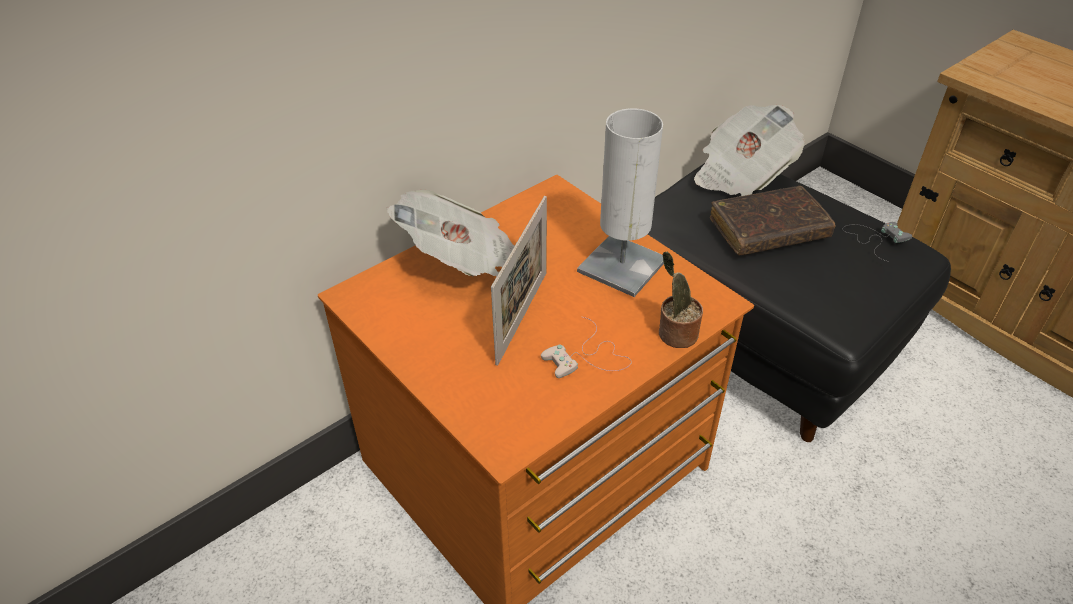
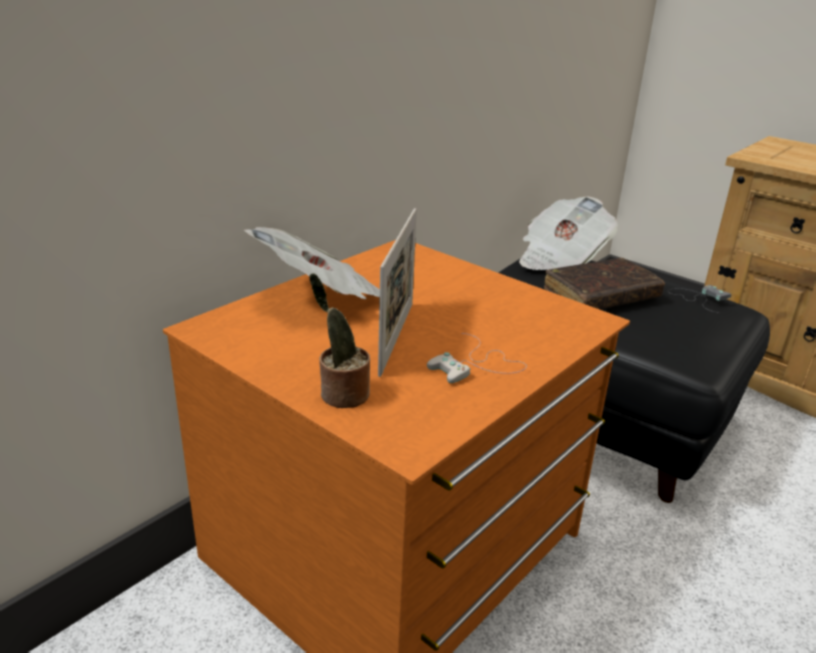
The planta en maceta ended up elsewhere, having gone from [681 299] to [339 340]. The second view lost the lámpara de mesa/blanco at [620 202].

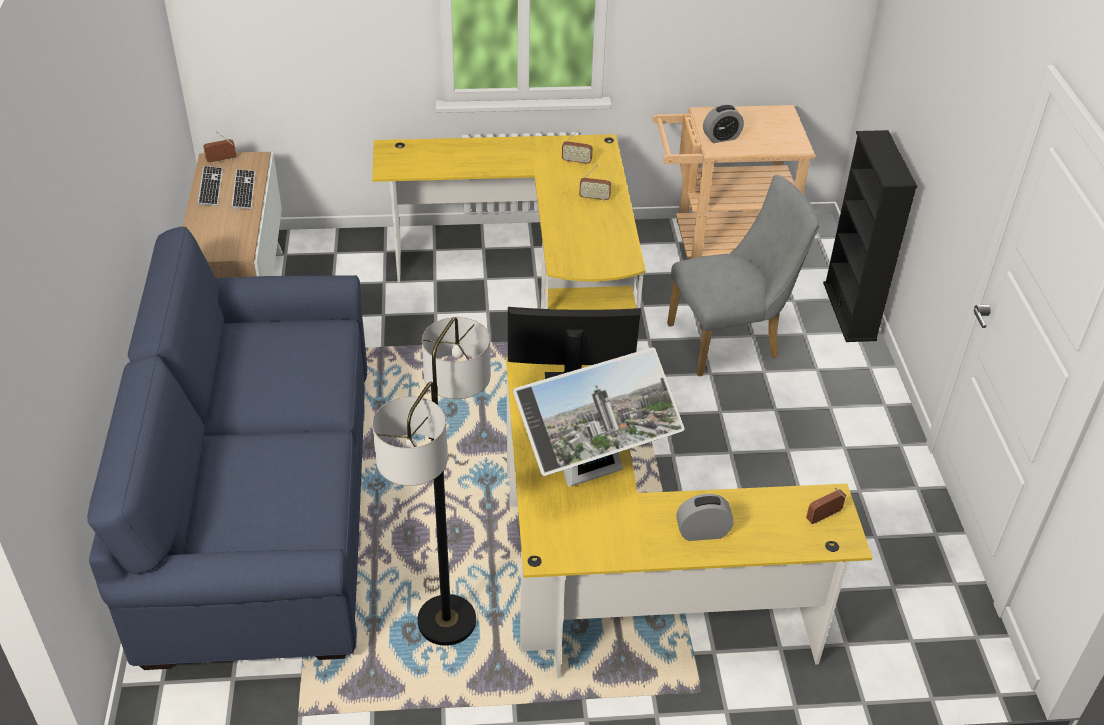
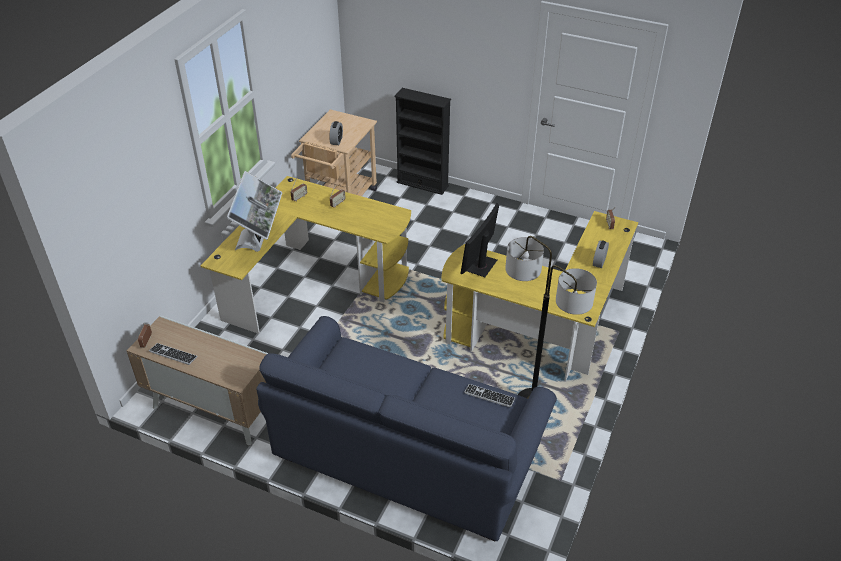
The monitor ended up elsewhere, having gone from [599 417] to [254 211]. The teclado ended up elsewhere, having gone from [243 189] to [489 395]. The second view lost the silla/gris at [743 275].

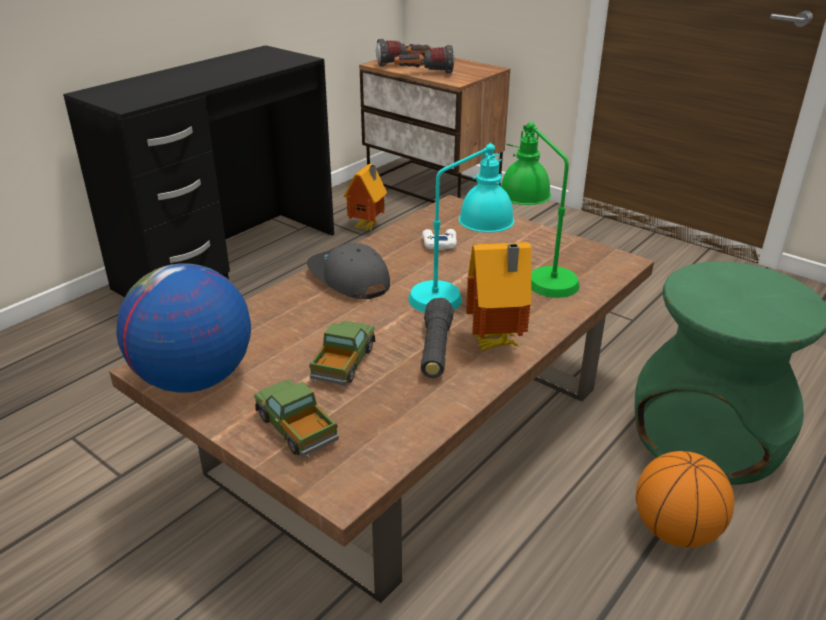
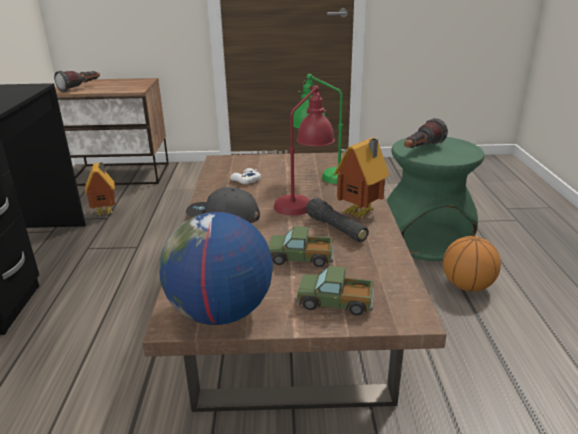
The camión de juguete at [342 353] ended up facing another way, 60 degrees counterclockwise from before. What was the lámpara de mesa/turquesa at [461 227] turned into the lámpara de mesa/rojo at [304 150]. The linterna ended up elsewhere, having gone from [424 59] to [426 133].

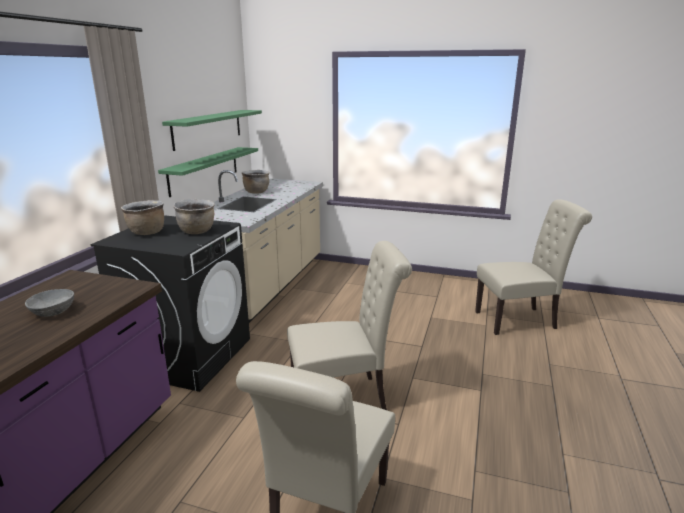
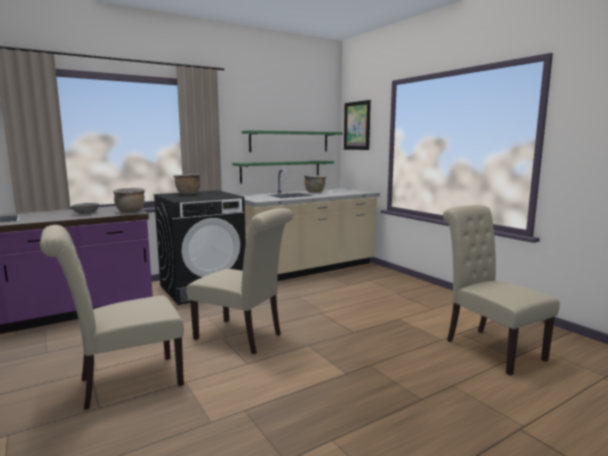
The olla/marrón ended up elsewhere, having gone from [194 216] to [129 200]. The second view gained the cuadro at [357 125]. The silla/beis at [533 267] ended up facing another way, 150 degrees counterclockwise from before.

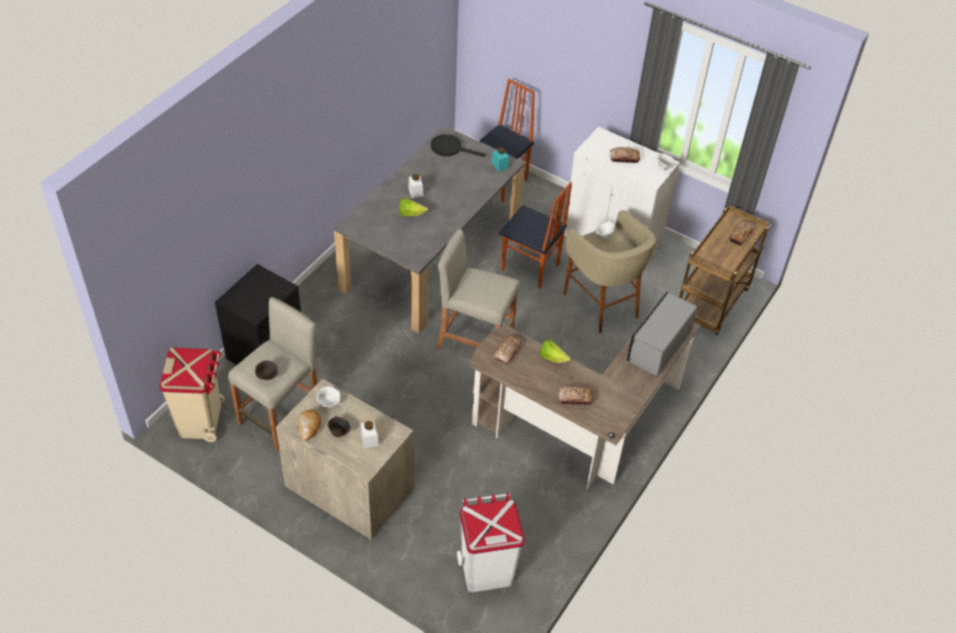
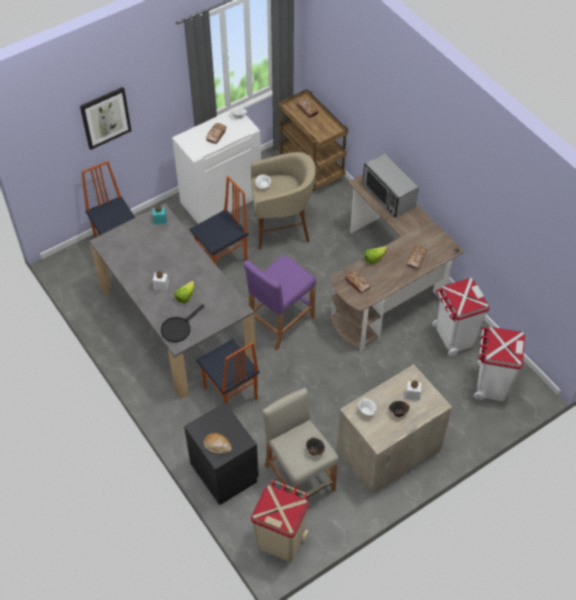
The second view gained the cuadro at [105 118]. The sartén/negro ended up elsewhere, having gone from [458 145] to [182 323]. The second view gained the silla at [228 372]. The pan ended up elsewhere, having gone from [309 425] to [218 443]. What was the taburete/beis at [477 289] turned into the taburete/morado at [280 302]. The second view gained the papelera/blanco at [460 317].

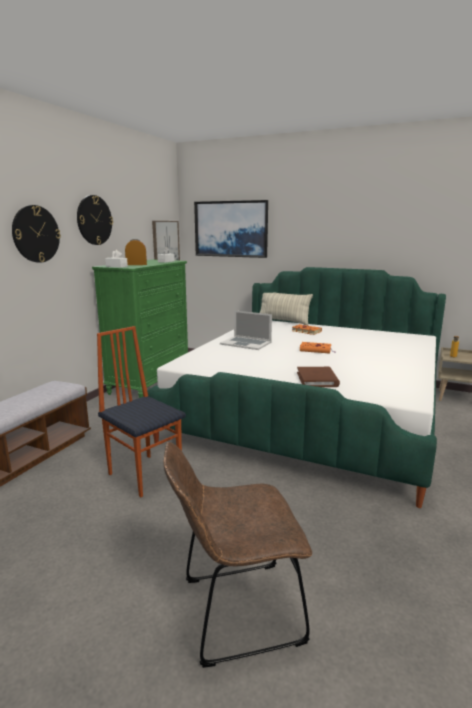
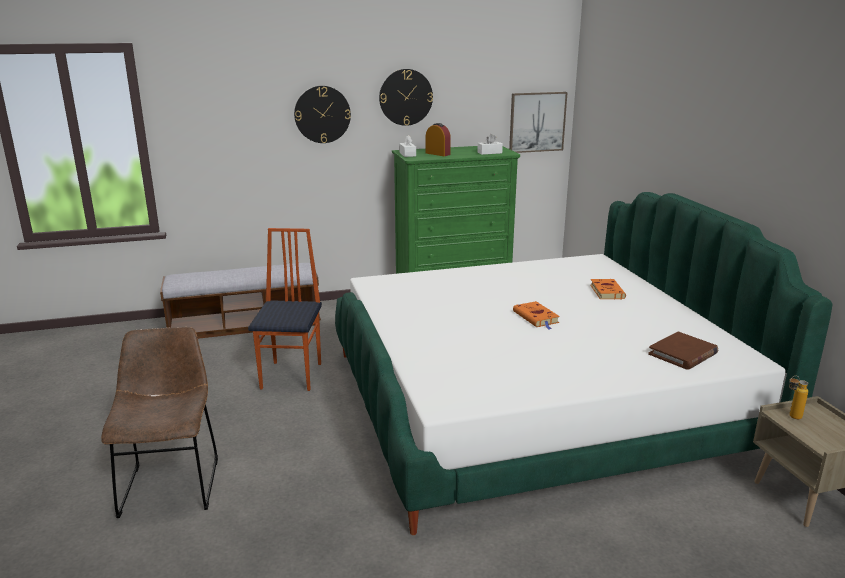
The silla/marrón at [238 555] ended up facing another way, 45 degrees clockwise from before. The libro/marrón ended up elsewhere, having gone from [318 377] to [683 351]. The second view lost the cuadro at [231 229]. The second view lost the portátil at [246 330]. The second view lost the cojín at [286 308].

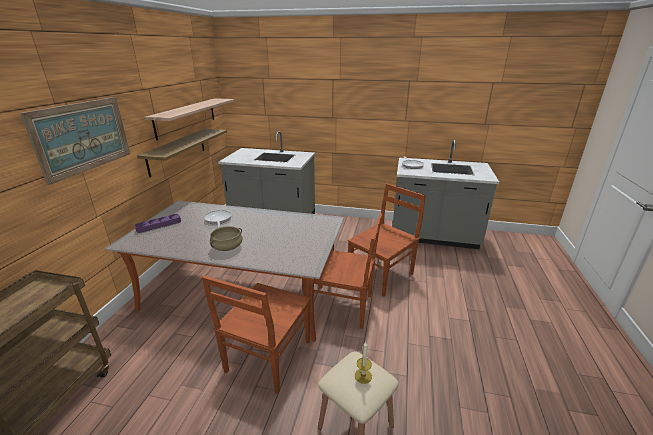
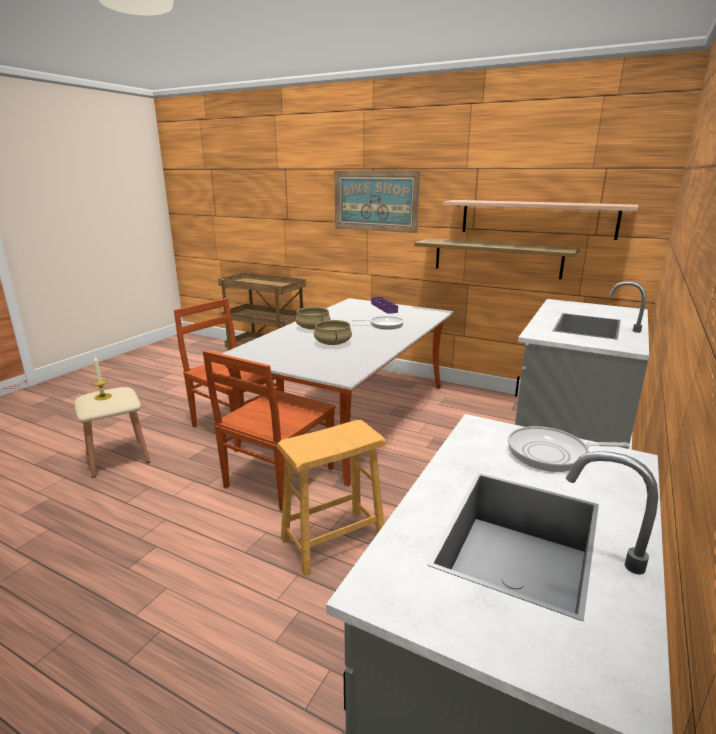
Where the silla/marrón stood at [387 240], the taburete/marrón came to stand at [331 498]. The second view gained the olla/beis at [333 332].

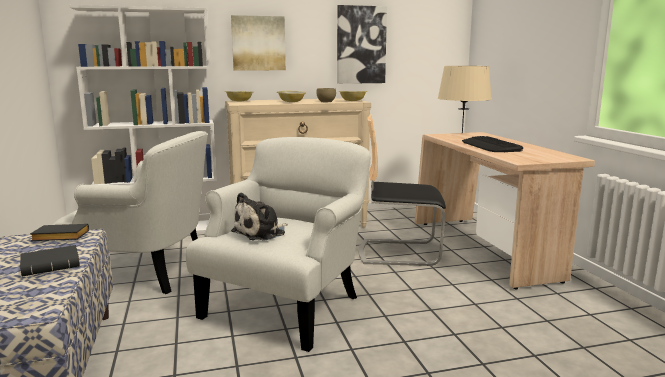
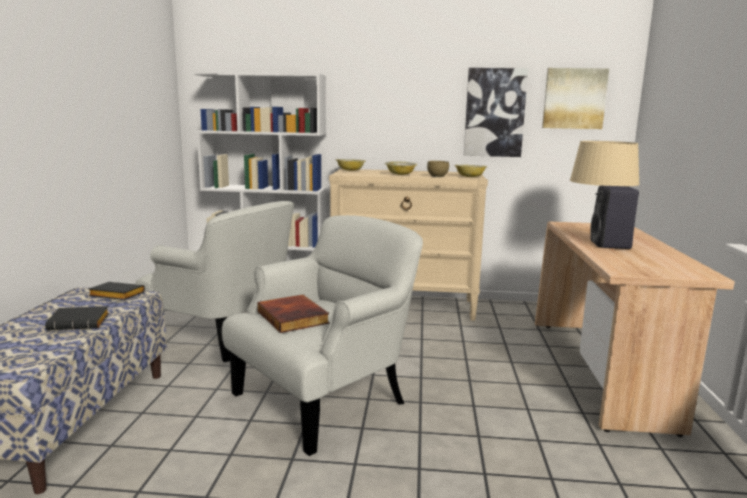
Where the peluche stood at [259 216], the libro came to stand at [293 314]. The cuadro ended up elsewhere, having gone from [258 43] to [575 98]. Where the teclado stood at [492 144], the altavoz/negro came to stand at [614 217]. The second view lost the silla at [402 190].

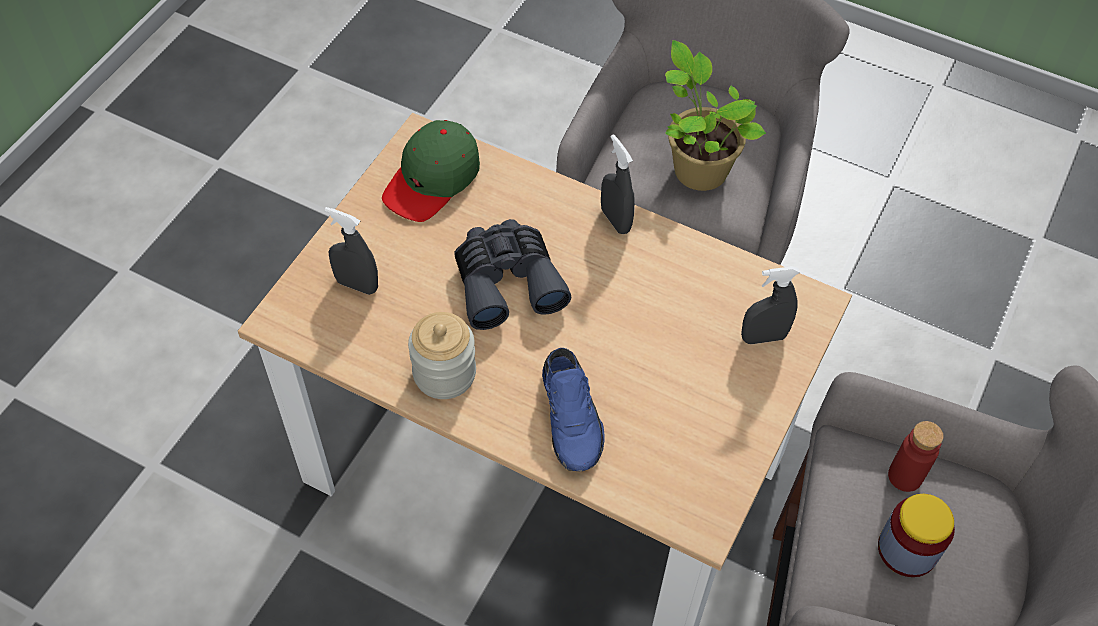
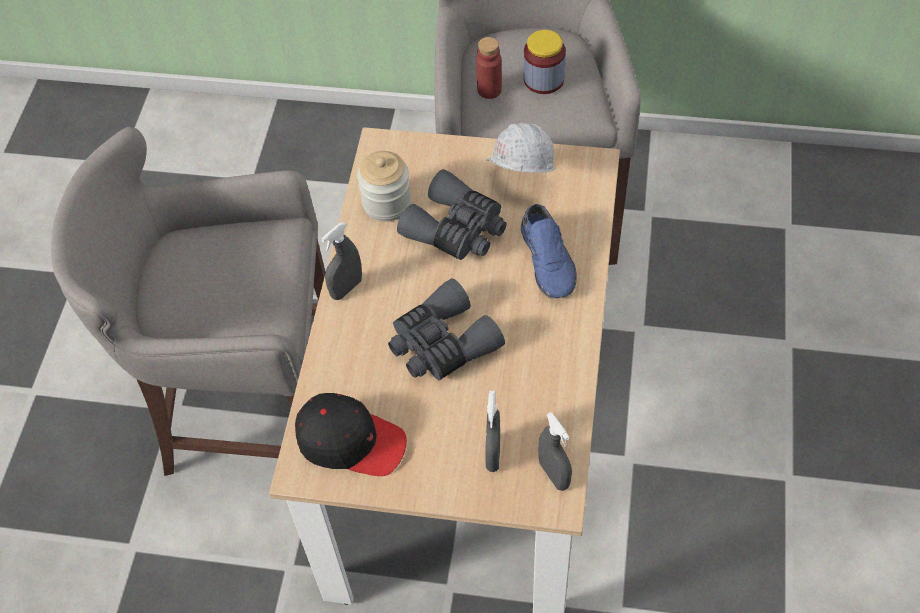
What was the gorra/verde at [431 171] turned into the gorra/negro at [351 434]. The tarro ended up elsewhere, having gone from [442 355] to [384 186]. The second view gained the prismáticos/gris at [452 214]. The second view gained the casco/blanco at [521 148]. The zapato/azul at [573 409] ended up facing another way, 105 degrees clockwise from before. The pulverizador/gris ended up elsewhere, having gone from [770 305] to [555 451]. The second view lost the planta en maceta at [715 115].

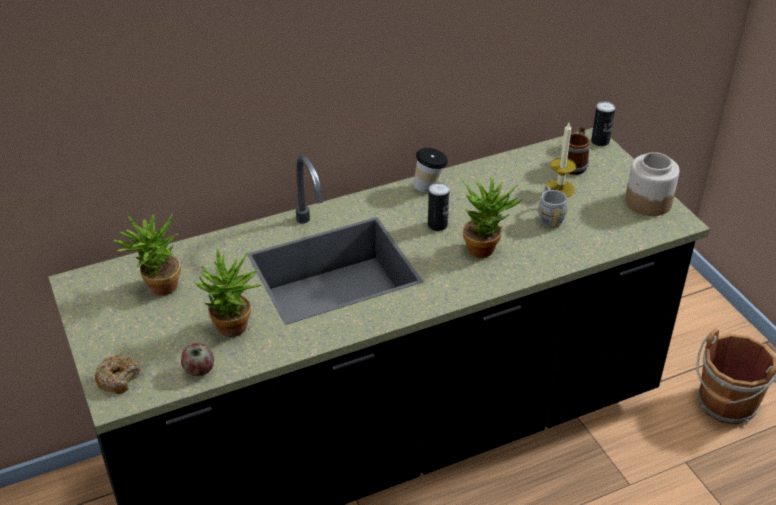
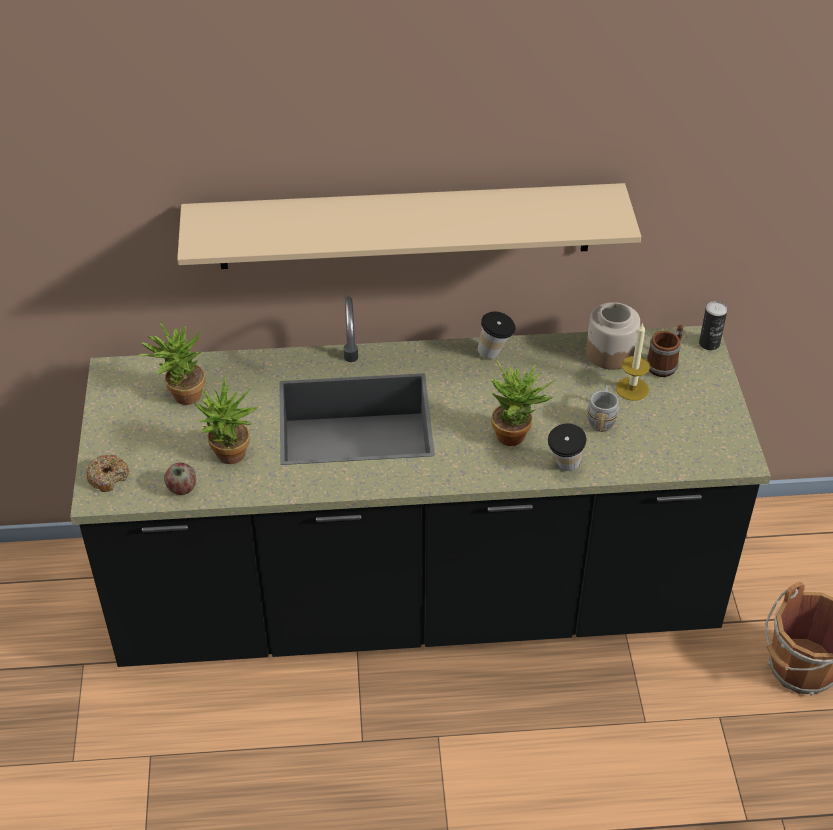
The second view gained the estante/beis at [409 226]. The second view gained the taza at [567 447]. The tarro ended up elsewhere, having gone from [652 184] to [613 336]. The second view lost the lata at [439 206].

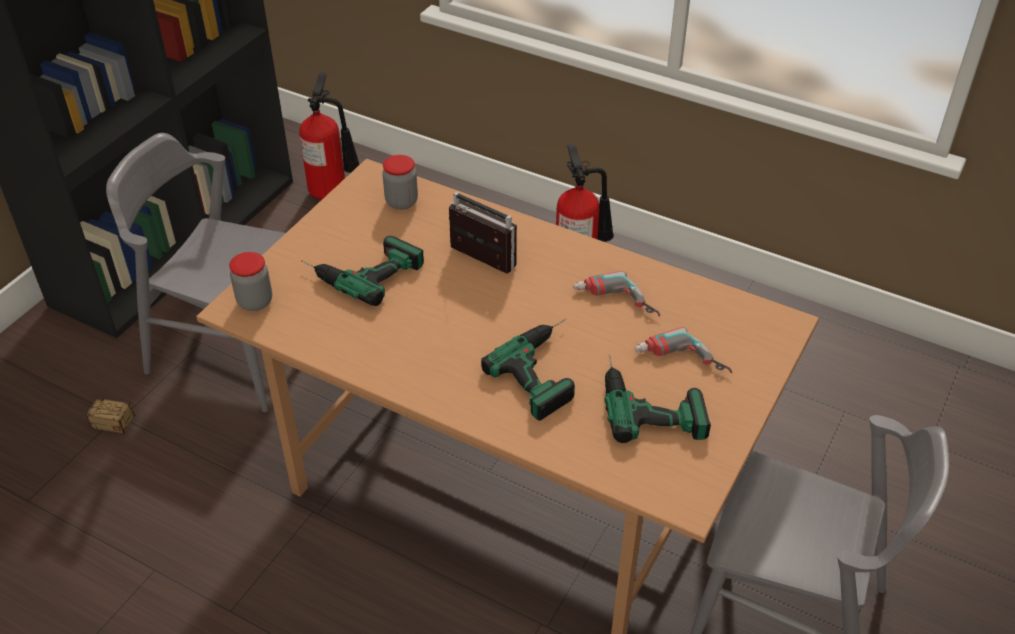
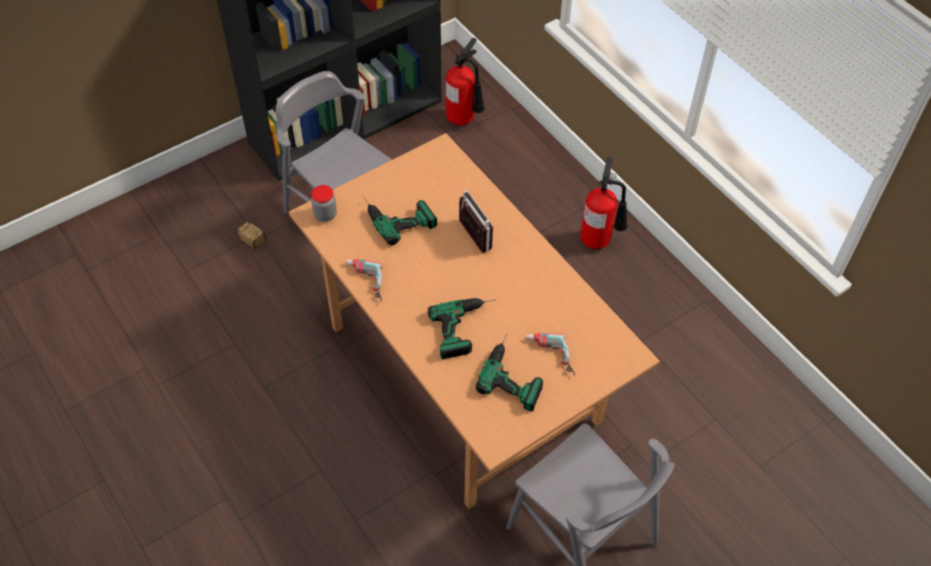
The taladro ended up elsewhere, having gone from [616 293] to [364 280]. The second view lost the tarro at [400 182].

